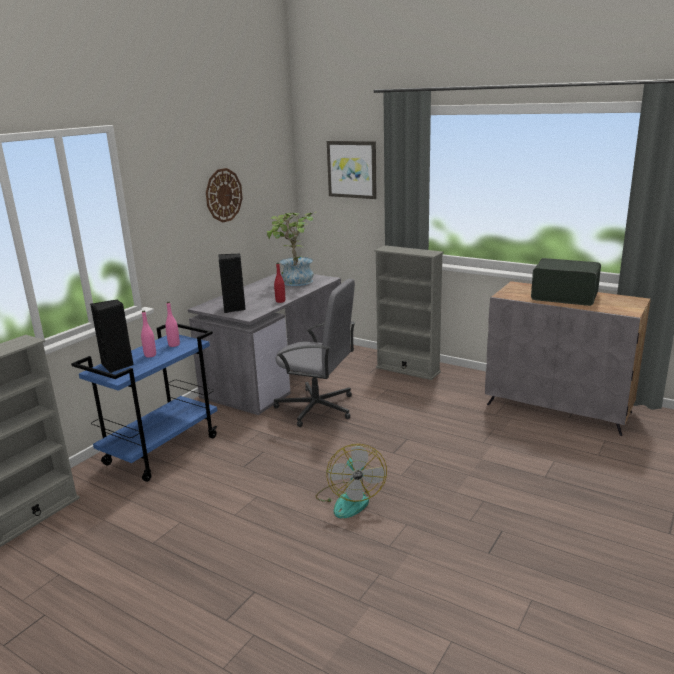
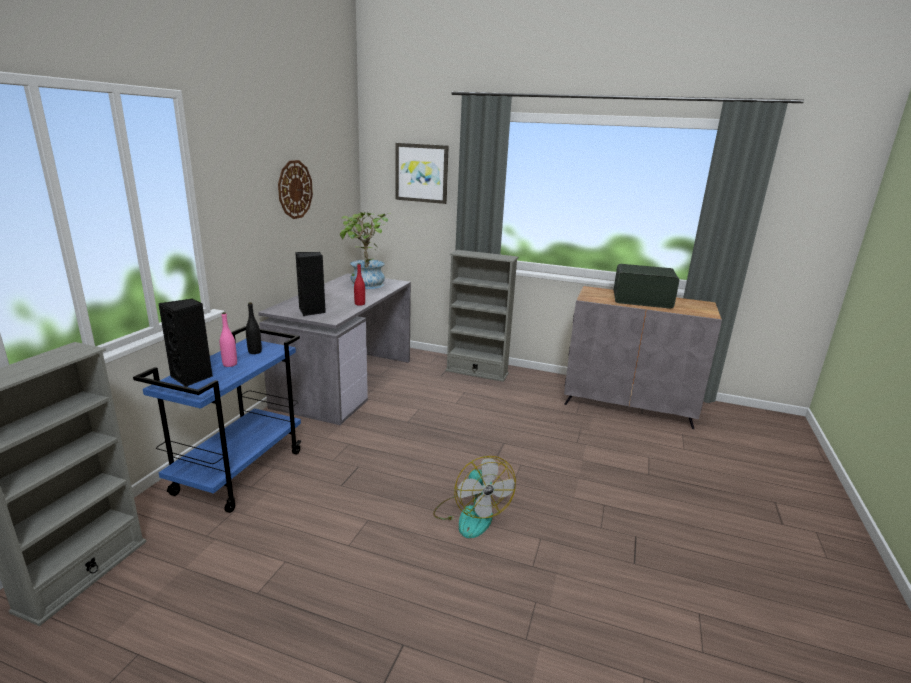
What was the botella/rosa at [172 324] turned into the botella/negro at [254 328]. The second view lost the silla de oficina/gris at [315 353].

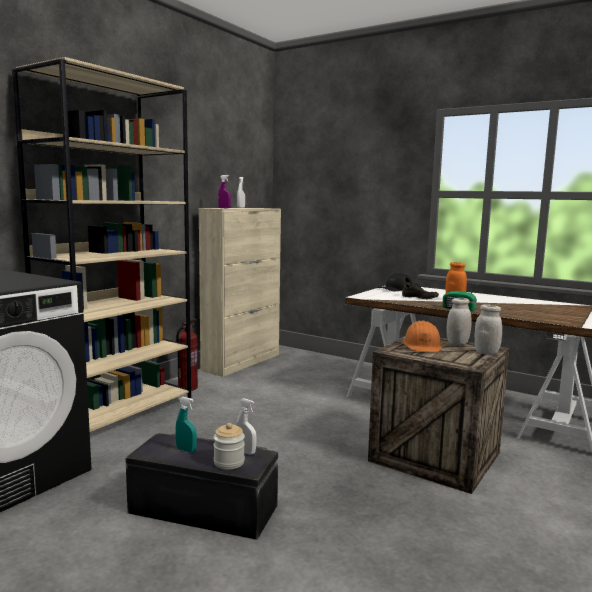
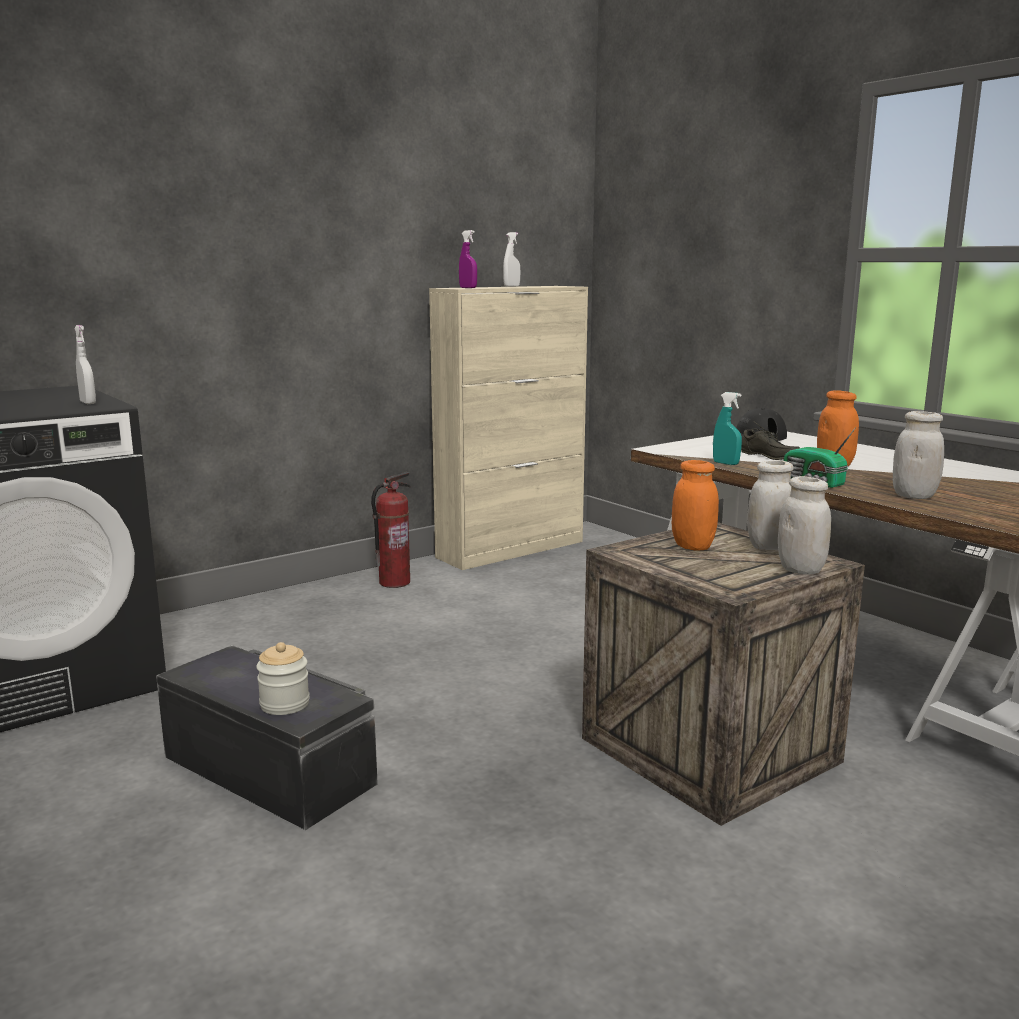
The pulverizador/blanco ended up elsewhere, having gone from [246 426] to [85 364]. Where the casco/naranja stood at [422 336], the tarro/naranja came to stand at [695 505]. The pulverizador/turquesa ended up elsewhere, having gone from [186 424] to [727 428]. The second view gained the tarro/blanco at [918 455]. The second view lost the estantería/beis at [101 244].

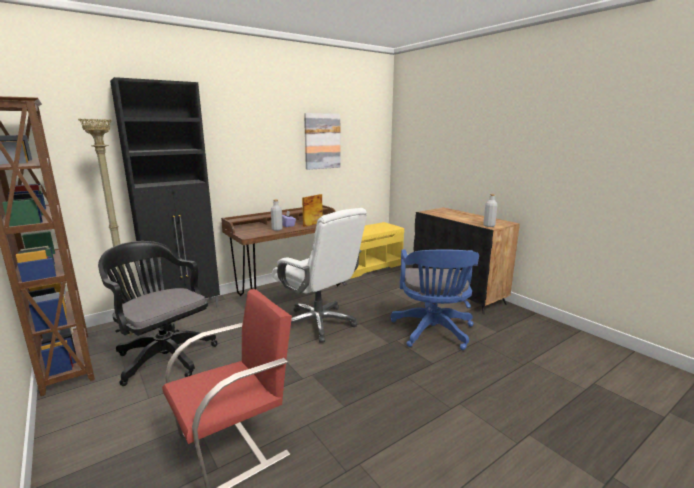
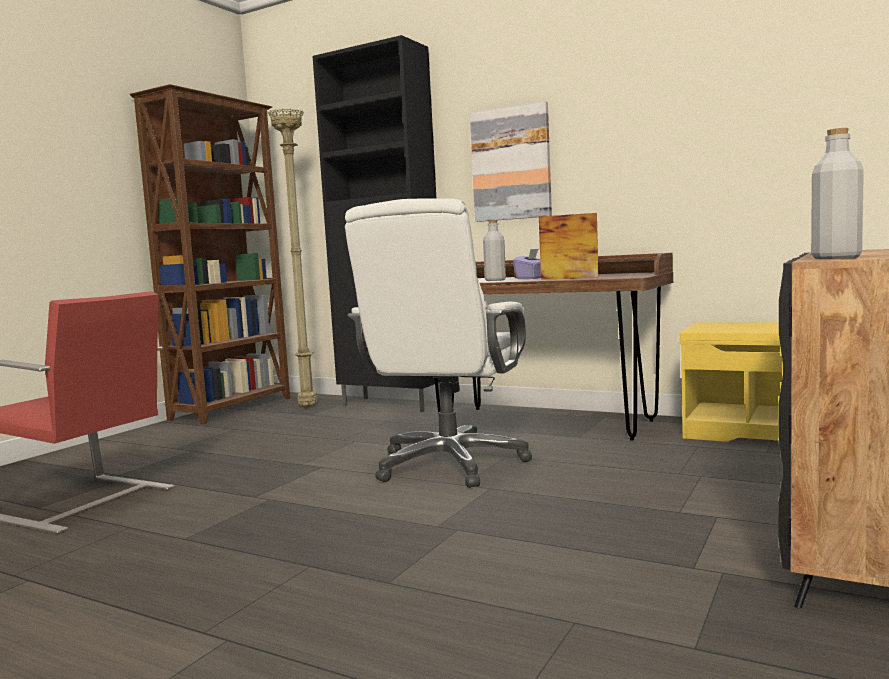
The cuadro ended up elsewhere, having gone from [322 141] to [511 161]. The second view lost the silla de oficina/negro at [158 313]. The second view lost the silla de oficina/azul at [434 299].

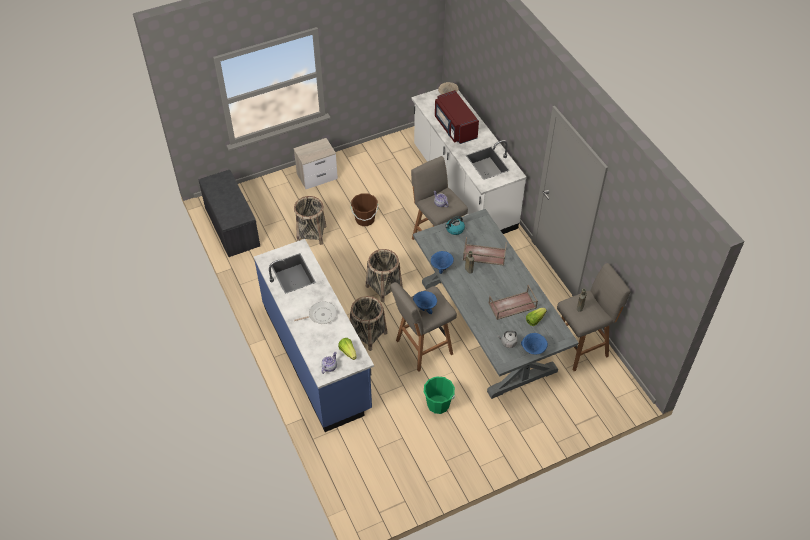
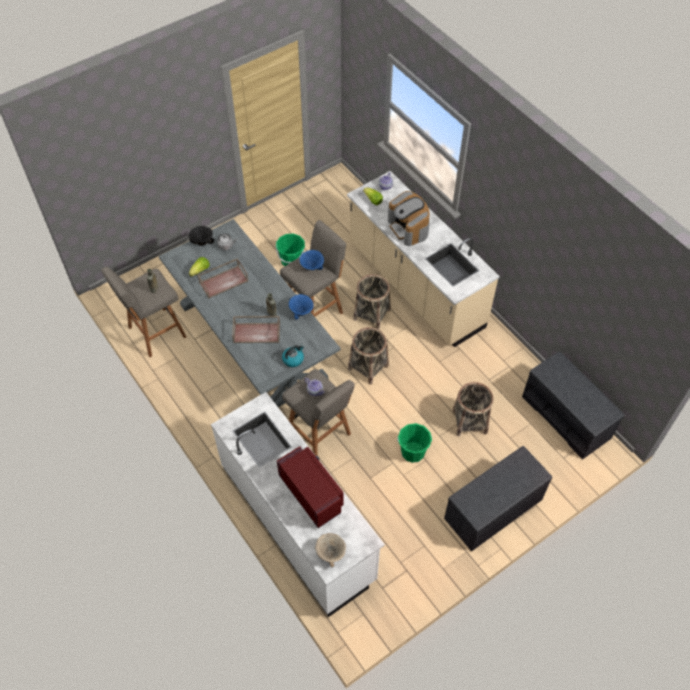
What was the cuenco/azul at [534 344] turned into the cuenco/negro at [201 236]. What was the mueble bajo de cocina/azul at [314 335] turned into the mueble bajo de cocina/beis at [423 259]. Where the sartén stood at [315 312], the cafetera came to stand at [409 218]. What was the cubo/marrón at [364 209] turned into the cubo/verde at [414 443]. Where the mesita de noche stood at [316 163], the banco/gris came to stand at [498 499].

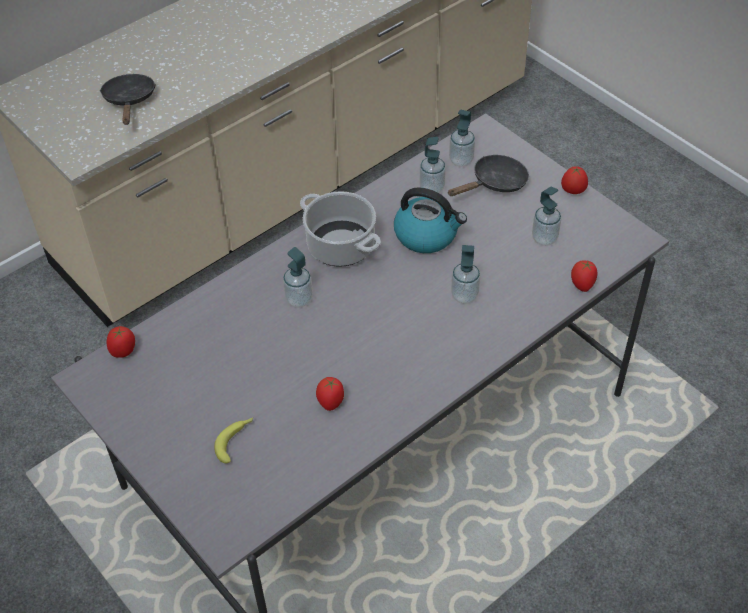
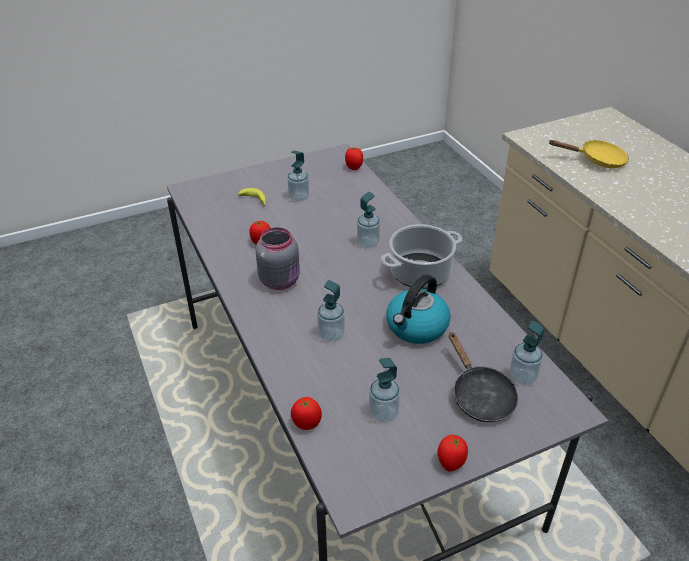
The second view gained the tarro/gris at [277 258]. The dispensador de jabón ended up elsewhere, having gone from [433 165] to [298 176]. What was the sartén/negro at [127 99] turned into the sartén/amarillo at [588 154].

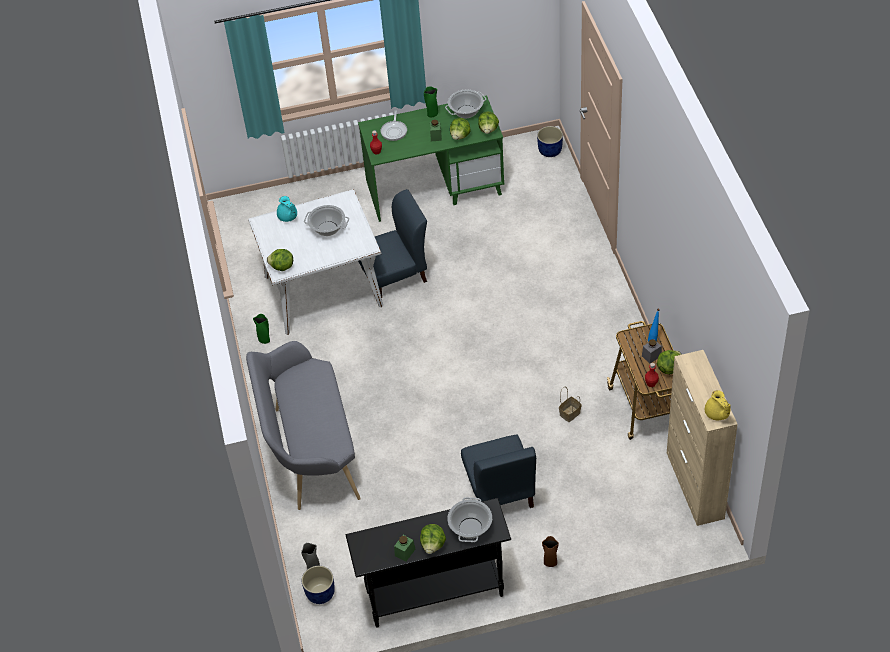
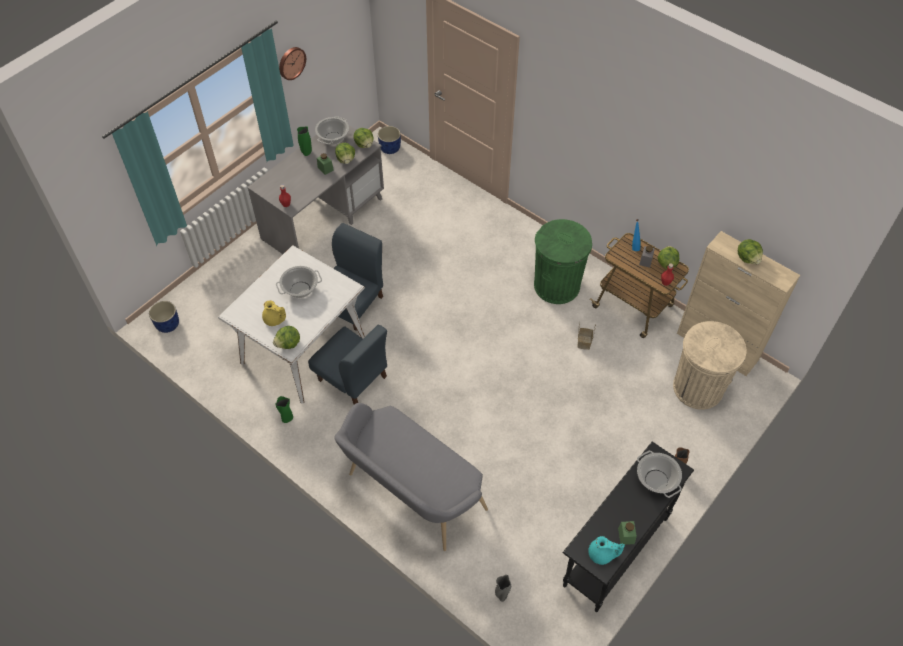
The maceta/azul ended up elsewhere, having gone from [318 585] to [164 317]. What was the escritorio/verde at [431 158] turned into the escritorio/gris at [315 189]. The tetera/amarillo ended up elsewhere, having gone from [718 405] to [274 313]. The second view gained the reloj de pared at [292 63]. The silla/azul ended up elsewhere, having gone from [498 471] to [347 364]. The second view gained the papelera/verde at [563 261]. The tetera/turquesa ended up elsewhere, having gone from [287 209] to [606 550]. The second view gained the papelera/beis at [709 365]. The lechuga ended up elsewhere, having gone from [433 539] to [750 251]. The second view lost the sartén at [393 125].

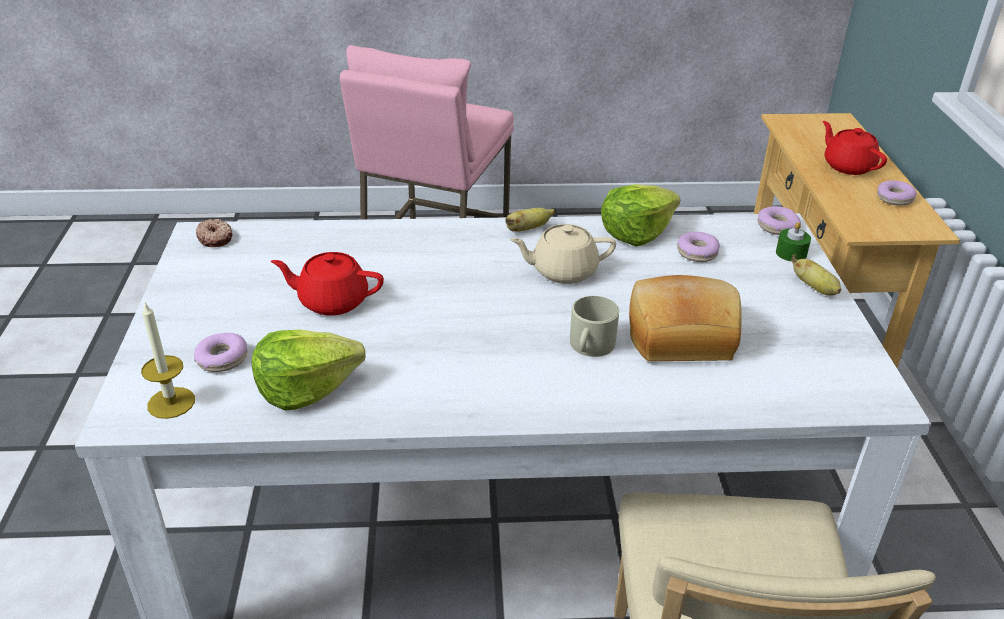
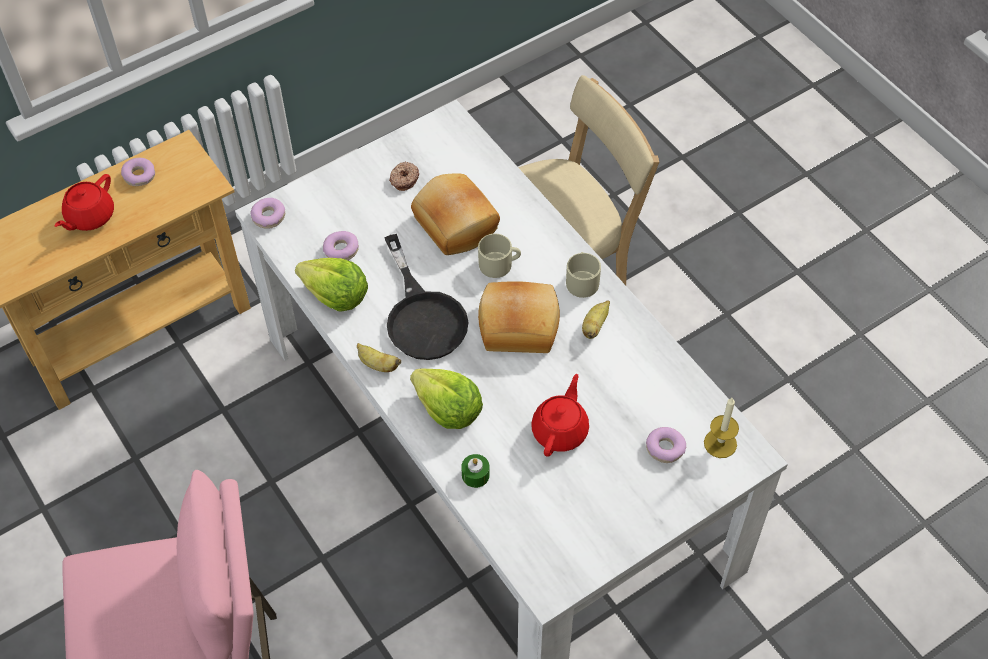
Where the tetera/beis stood at [563 254], the sartén/negro came to stand at [426 297]. The rosquilla ended up elsewhere, having gone from [214 233] to [404 176]. The lechuga ended up elsewhere, having gone from [309 370] to [446 399]. The vela/verde ended up elsewhere, having gone from [793 242] to [475 471]. The second view gained the pan at [519 317]. The tetera/rojo at [327 283] ended up facing another way, 135 degrees counterclockwise from before. The second view gained the taza grande/beis at [583 275]. The plátano ended up elsewhere, having gone from [816 275] to [596 319].

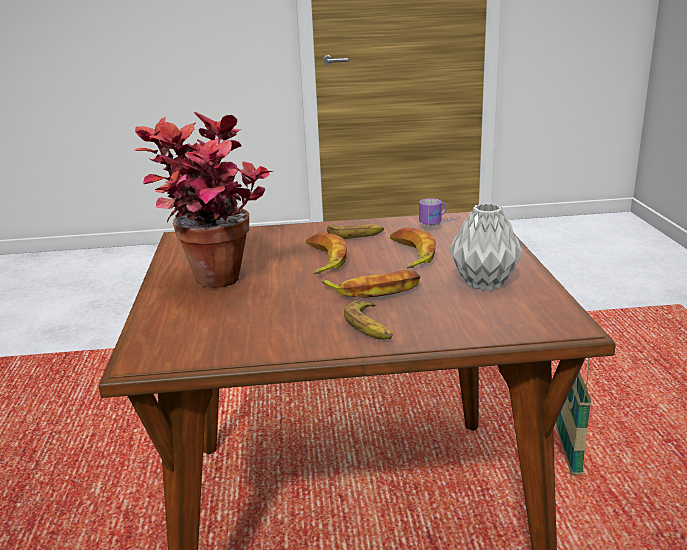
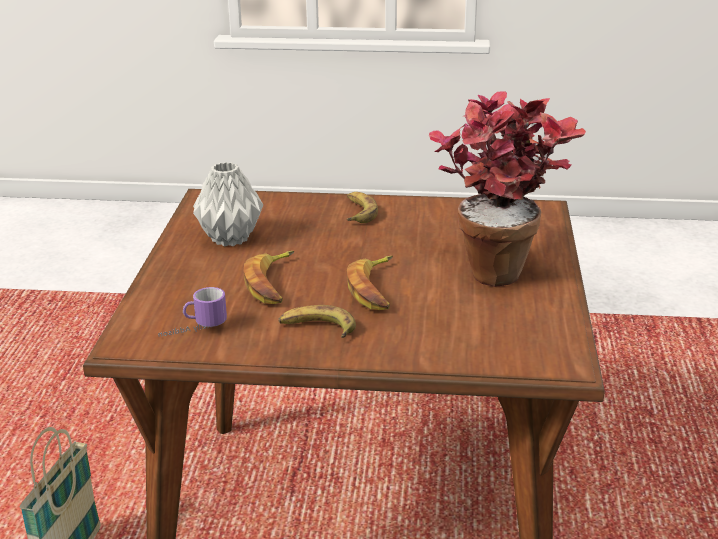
The second view lost the plátano at [370 284].

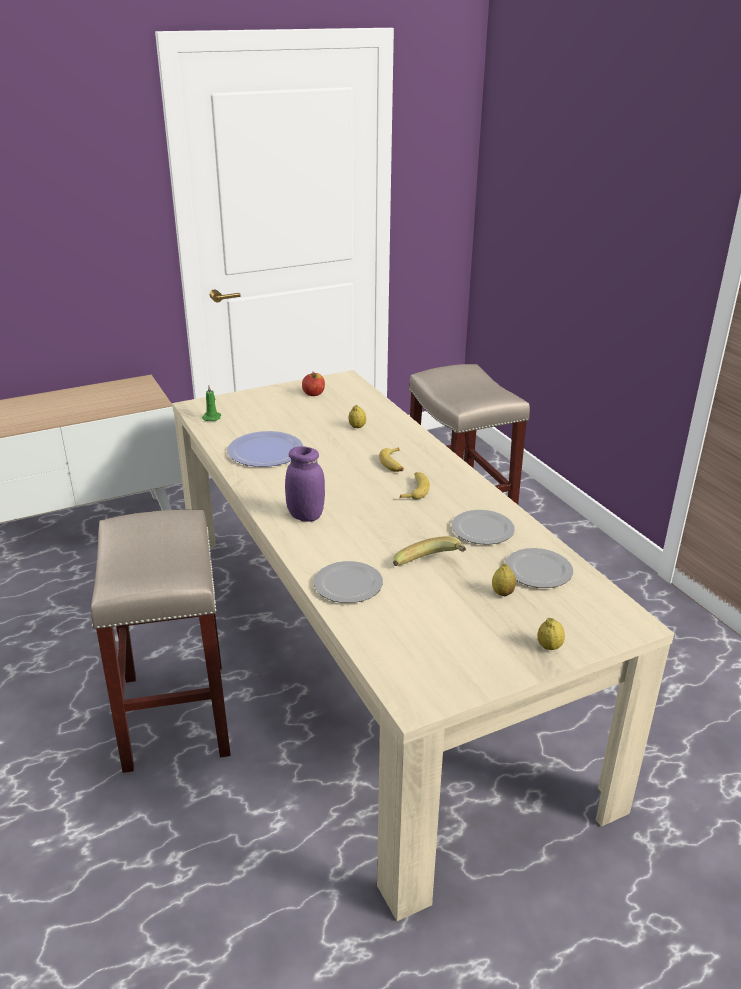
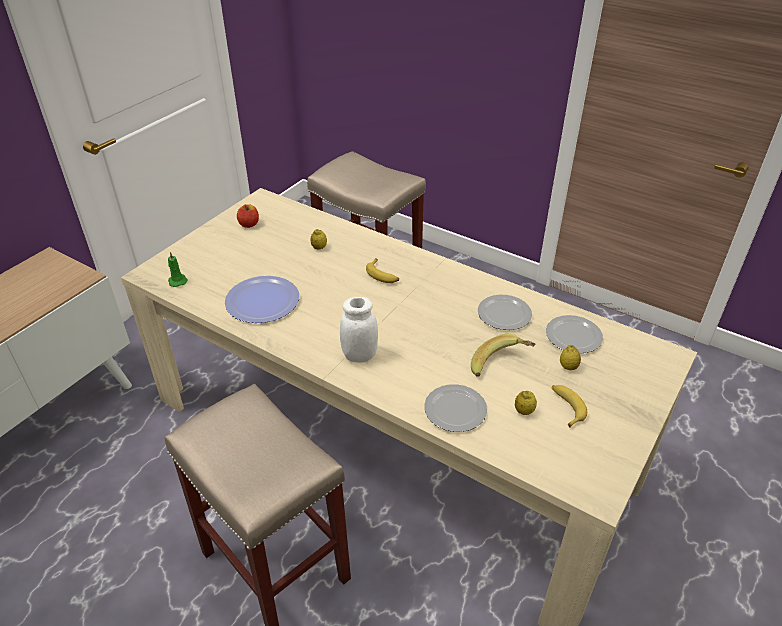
What was the tarro/morado at [305 484] turned into the tarro/blanco at [359 329]. The limón ended up elsewhere, having gone from [551 634] to [526 403]. The plátano ended up elsewhere, having gone from [415 485] to [569 406].

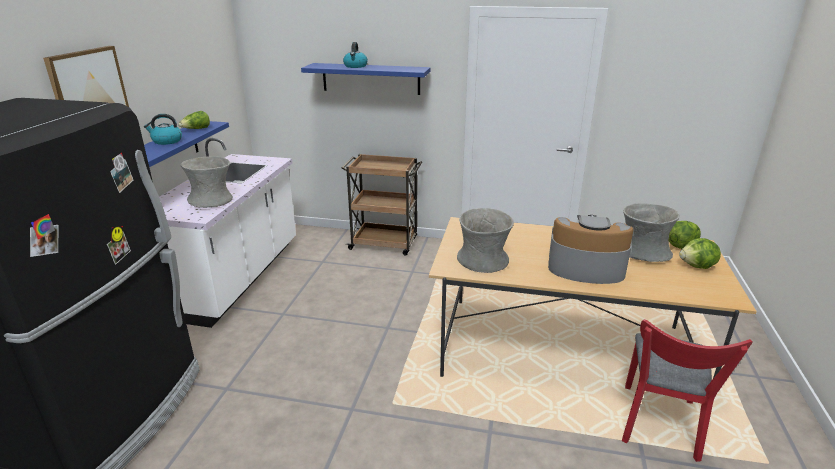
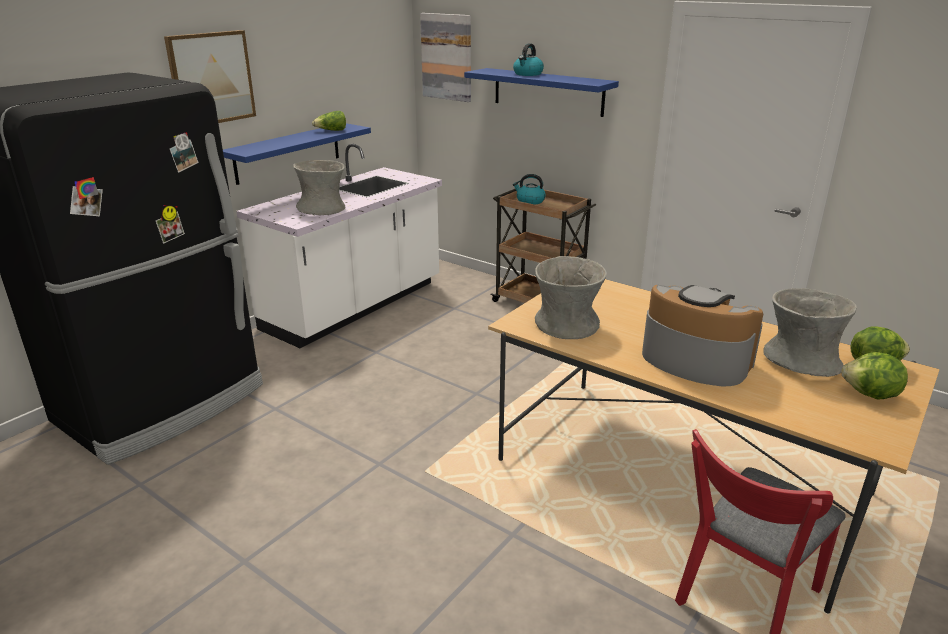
The second view gained the cuadro at [445 57]. The hervidor ended up elsewhere, having gone from [163 129] to [529 189].

